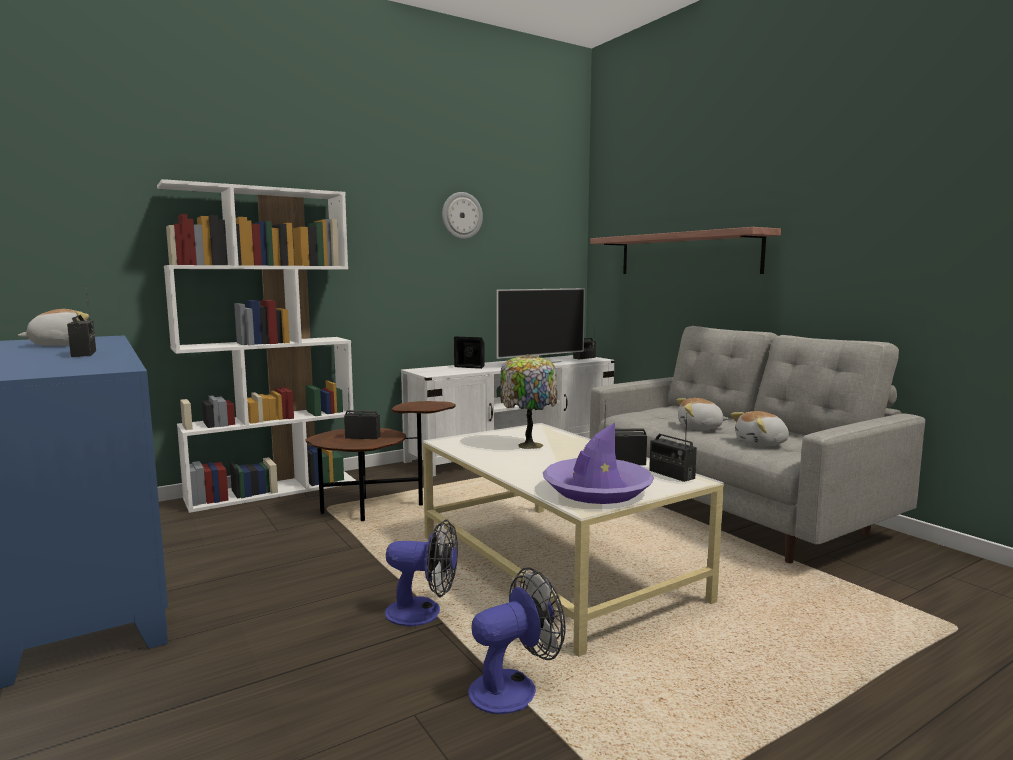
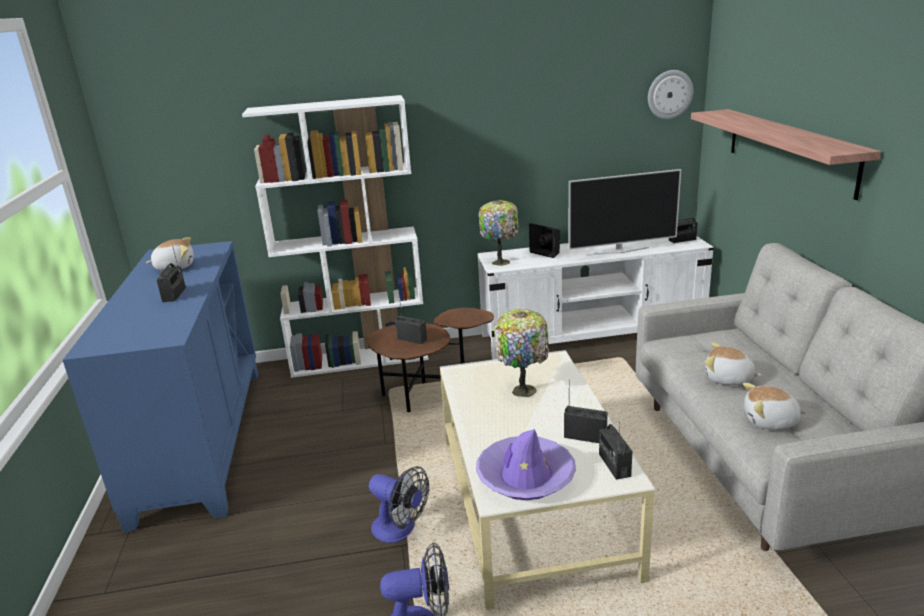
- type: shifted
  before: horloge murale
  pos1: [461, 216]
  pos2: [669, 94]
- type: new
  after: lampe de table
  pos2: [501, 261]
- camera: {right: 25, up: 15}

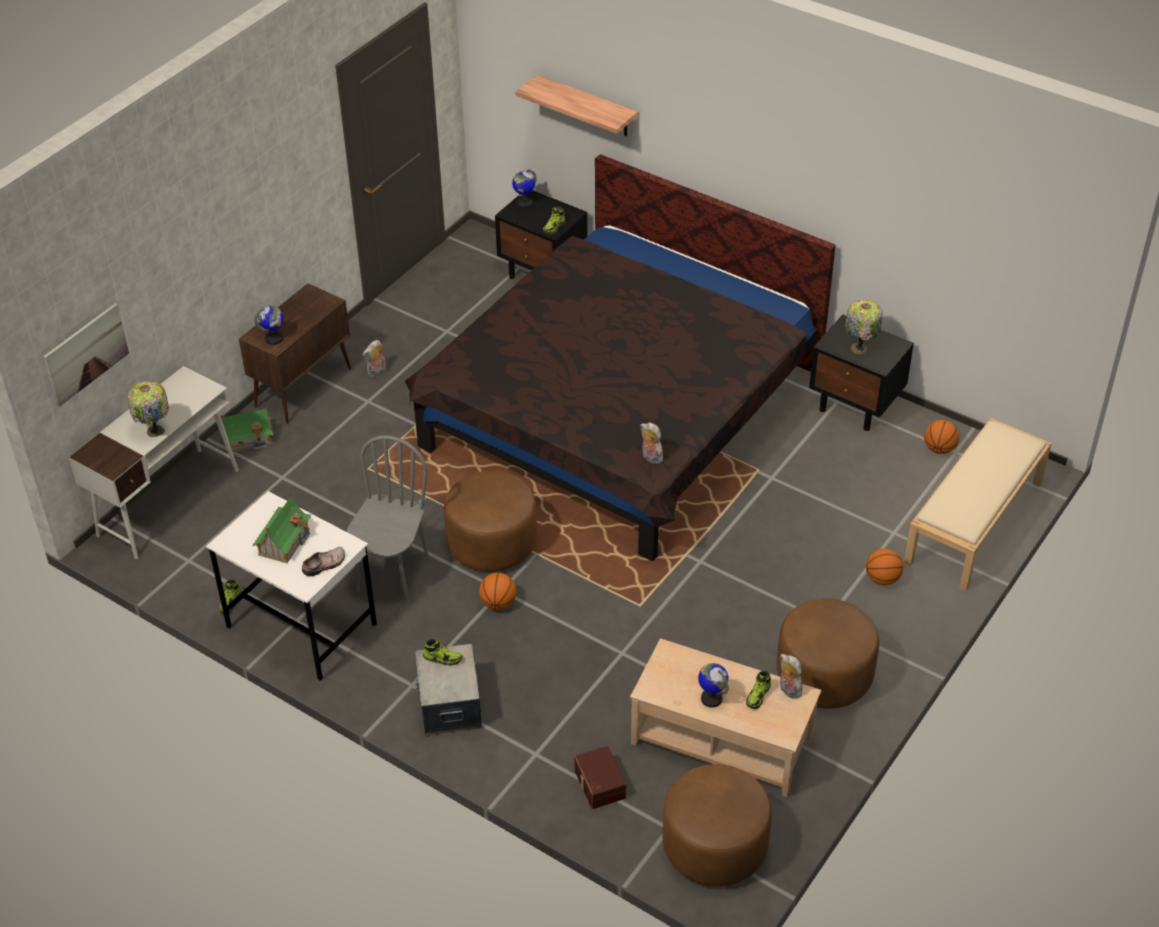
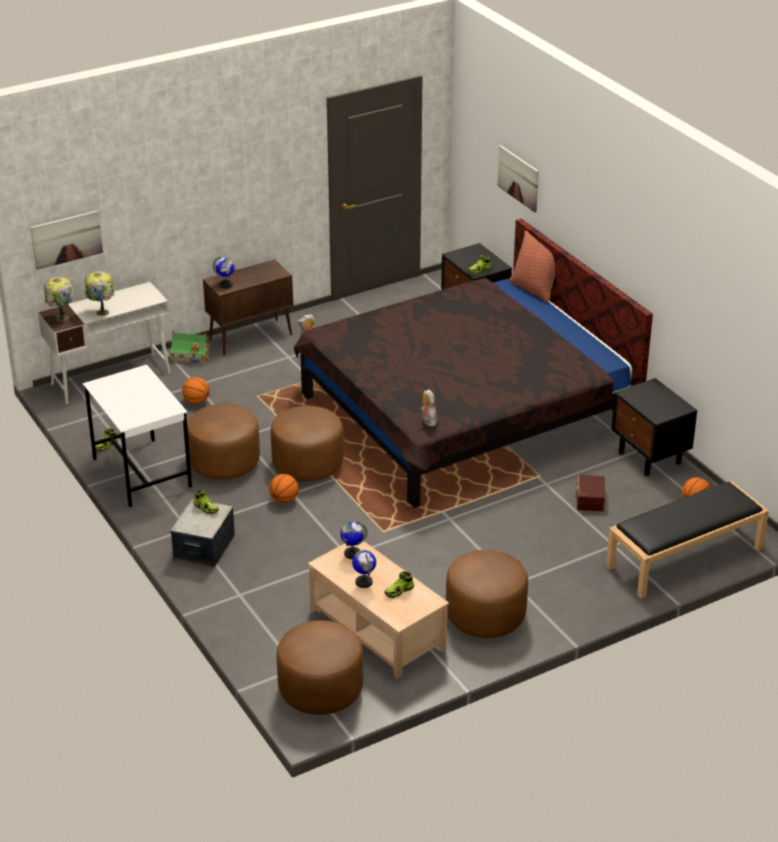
- type: swapped
  before: étagère
  after: tableau
  pos1: [586, 106]
  pos2: [518, 178]
- type: shifted
  before: globe
  pos1: [524, 203]
  pos2: [352, 553]
- type: shifted
  before: lampe de table
  pos1: [859, 349]
  pos2: [61, 318]
- type: repainted
  before: banc (beige)
  after: banc (noir)
  pos1: [974, 523]
  pos2: [684, 558]
- type: swapped
  before: chaise (gris)
  after: pouf (marron)
  pos1: [392, 575]
  pos2: [224, 462]
- type: gone
  before: maison miniature
  pos1: [284, 541]
- type: gone
  before: chaussure
  pos1: [325, 565]
- type: shifted
  before: ballon de basket
  pos1: [882, 579]
  pos2: [196, 402]
- type: gone
  before: peluche
  pos1: [788, 690]
- type: shifted
  before: boîte de rangement (marron)
  pos1: [598, 784]
  pos2: [589, 499]
- type: new
  after: coussin
  pos2: [535, 289]
- camera: {right: 25, up: -10}

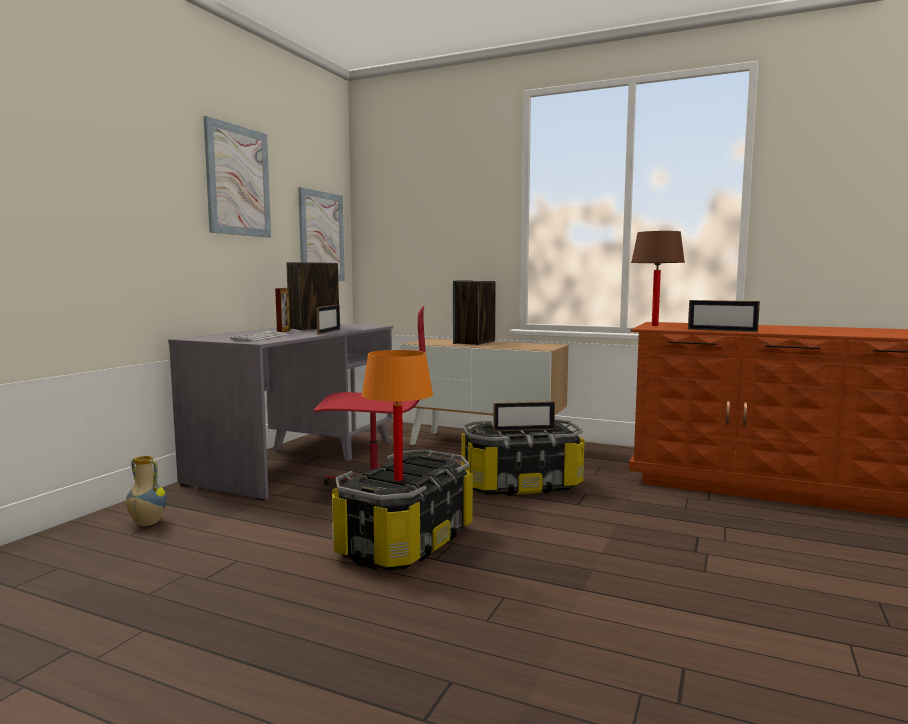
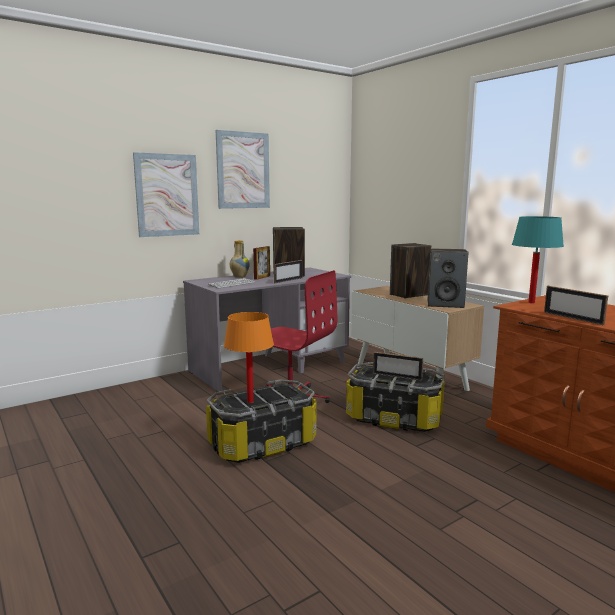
- type: shifted
  before: tableau
  pos1: [321, 237]
  pos2: [167, 195]
- type: repainted
  before: lampe de table (marron)
  after: lampe de table (turquoise)
  pos1: [654, 325]
  pos2: [531, 302]
- type: shifted
  before: vase
  pos1: [146, 523]
  pos2: [239, 277]
- type: new
  after: enceinte
  pos2: [445, 304]
- camera: {right: 30, up: 5}

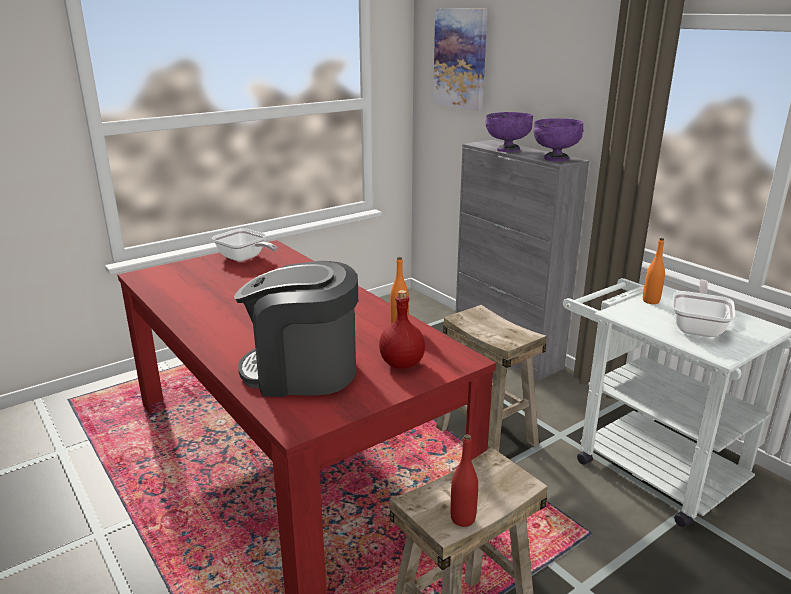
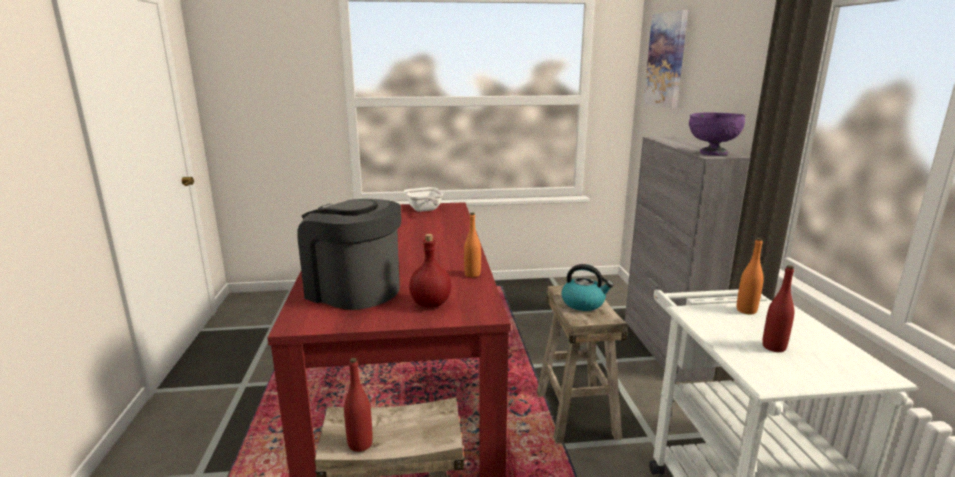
- type: gone
  before: bol (violet)
  pos1: [507, 150]
- type: swapped
  before: poêle
  after: bouteille (rouge)
  pos1: [698, 327]
  pos2: [773, 347]
- type: new
  after: bouilloire
  pos2: [583, 303]
- camera: {right: 30, up: -5}

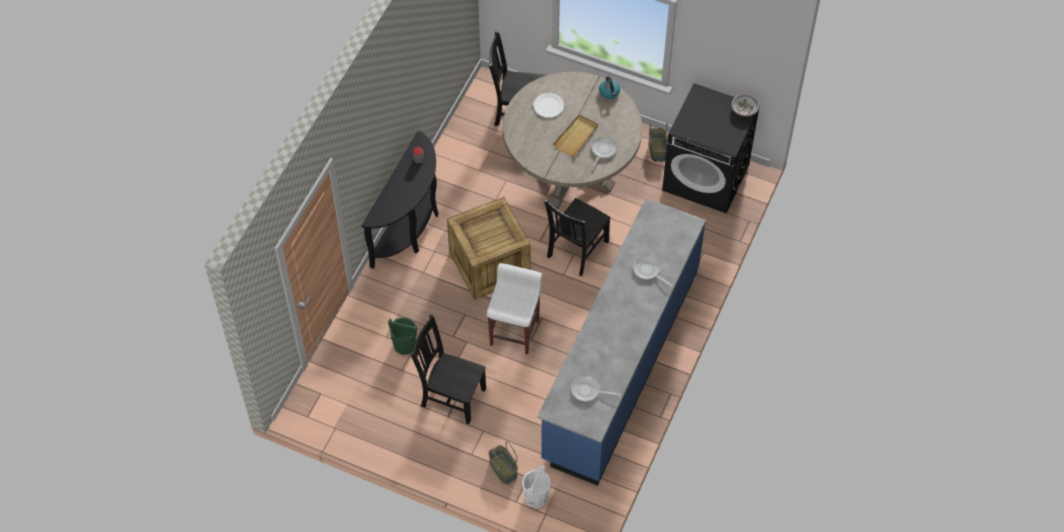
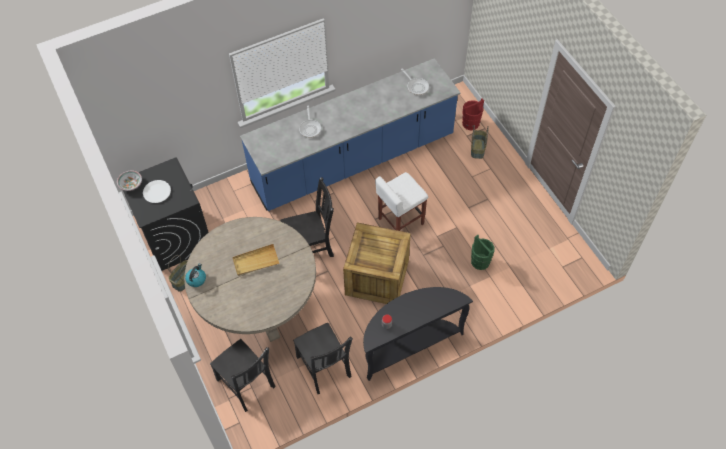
- type: shifted
  before: assiette (blanc)
  pos1: [548, 106]
  pos2: [157, 192]
- type: gone
  before: poêle
  pos1: [603, 150]
- type: shifted
  before: chaise (noir)
  pos1: [451, 396]
  pos2: [324, 368]
- type: repainted
  before: seau (blanc)
  after: seau (rouge)
  pos1: [536, 497]
  pos2: [471, 123]
- camera: {right: -140, up: 0}

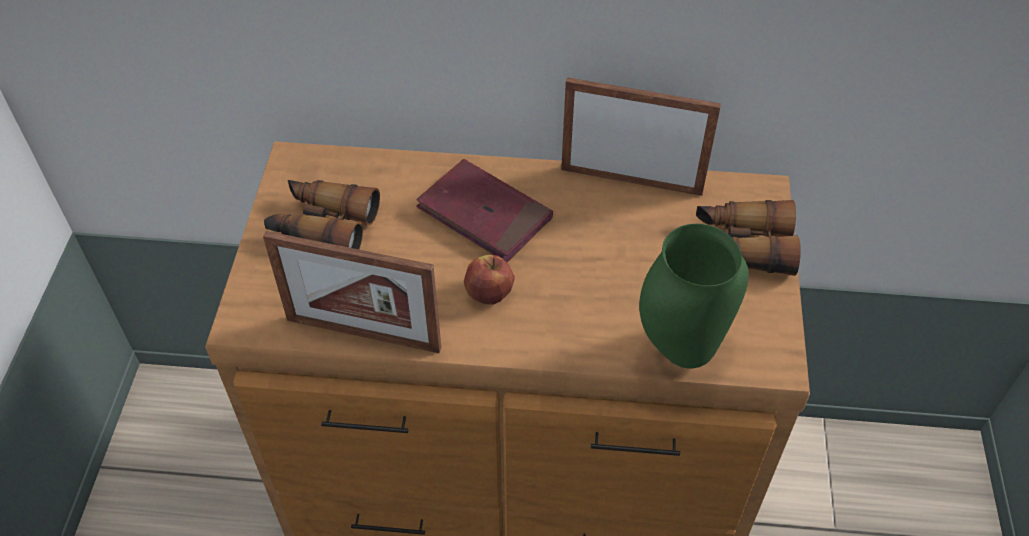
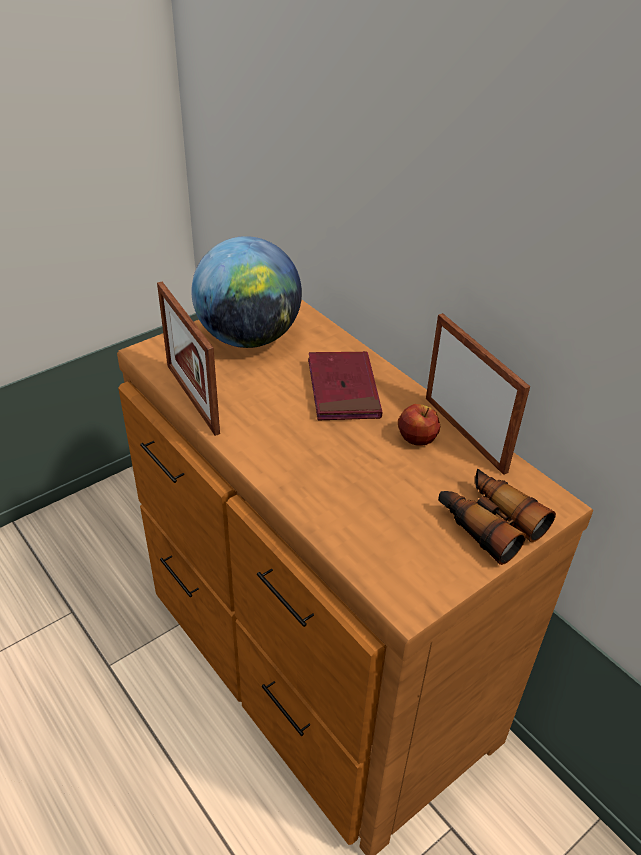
- type: swapped
  before: jumelles
  after: globe
  pos1: [323, 226]
  pos2: [248, 338]
- type: gone
  before: vase (vert)
  pos1: [679, 348]
- type: shifted
  before: pomme
  pos1: [488, 293]
  pos2: [416, 438]
- camera: {right: 45, up: -10}

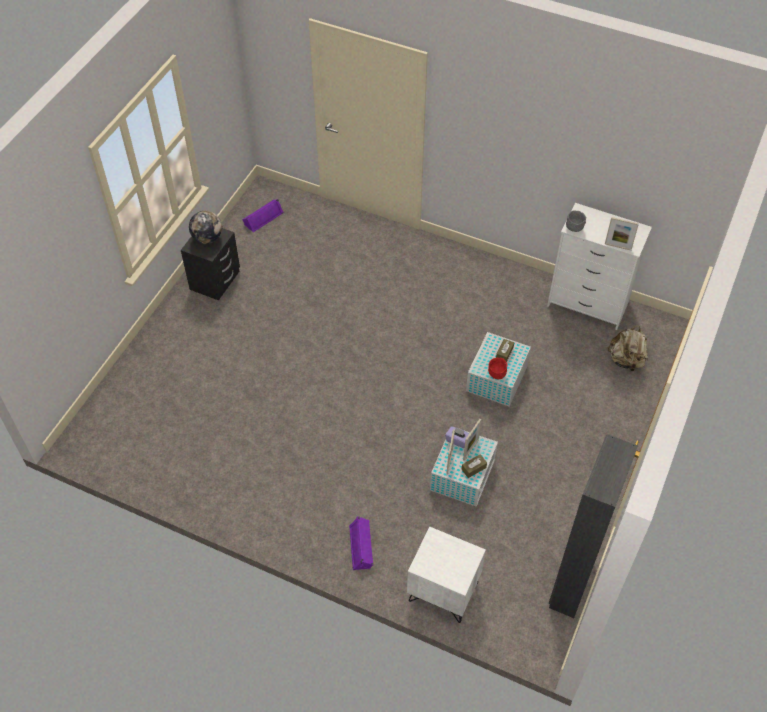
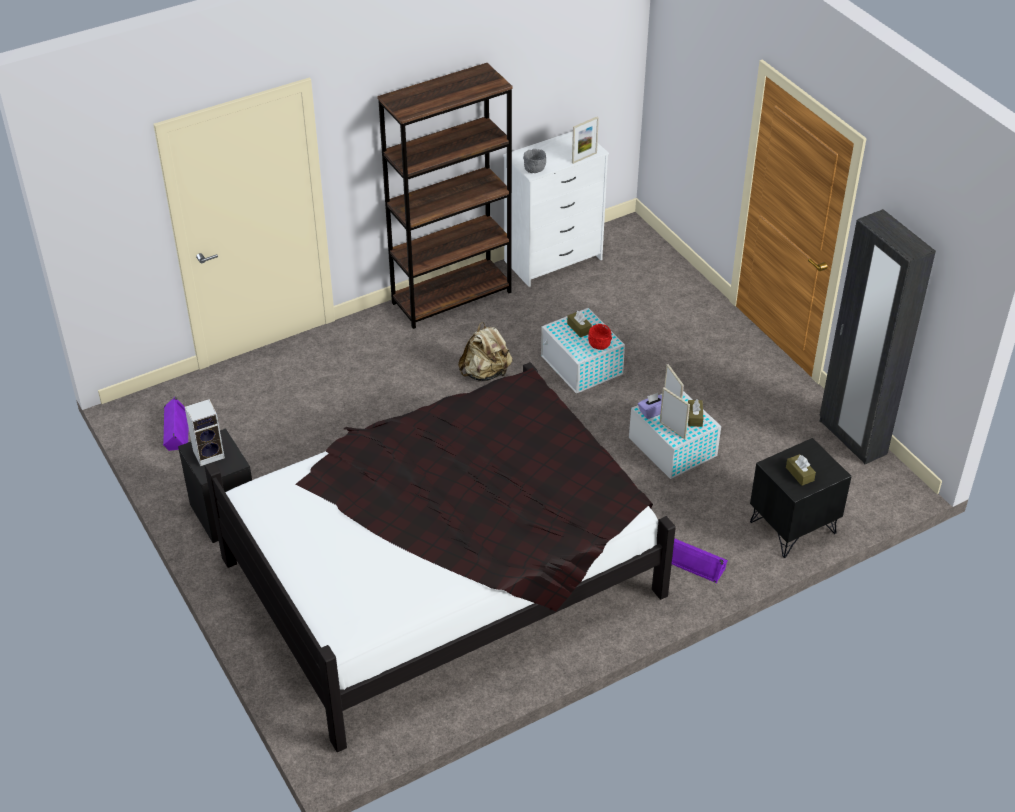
- type: swapped
  before: globe
  after: enceinte
  pos1: [207, 238]
  pos2: [209, 454]
- type: shifted
  before: sac à dos (beige)
  pos1: [626, 360]
  pos2: [486, 373]
- type: repainted
  before: table de chevet (blanc)
  after: table de chevet (noir)
  pos1: [443, 592]
  pos2: [793, 528]
- type: new
  after: bibliothèque (marron)
  pos2: [452, 297]
- type: new
  after: lit (noir)
  pos2: [444, 575]
- type: new
  after: boîte à mouchoirs (marron)
  pos2: [799, 474]
- camera: {right: -55, up: -10}

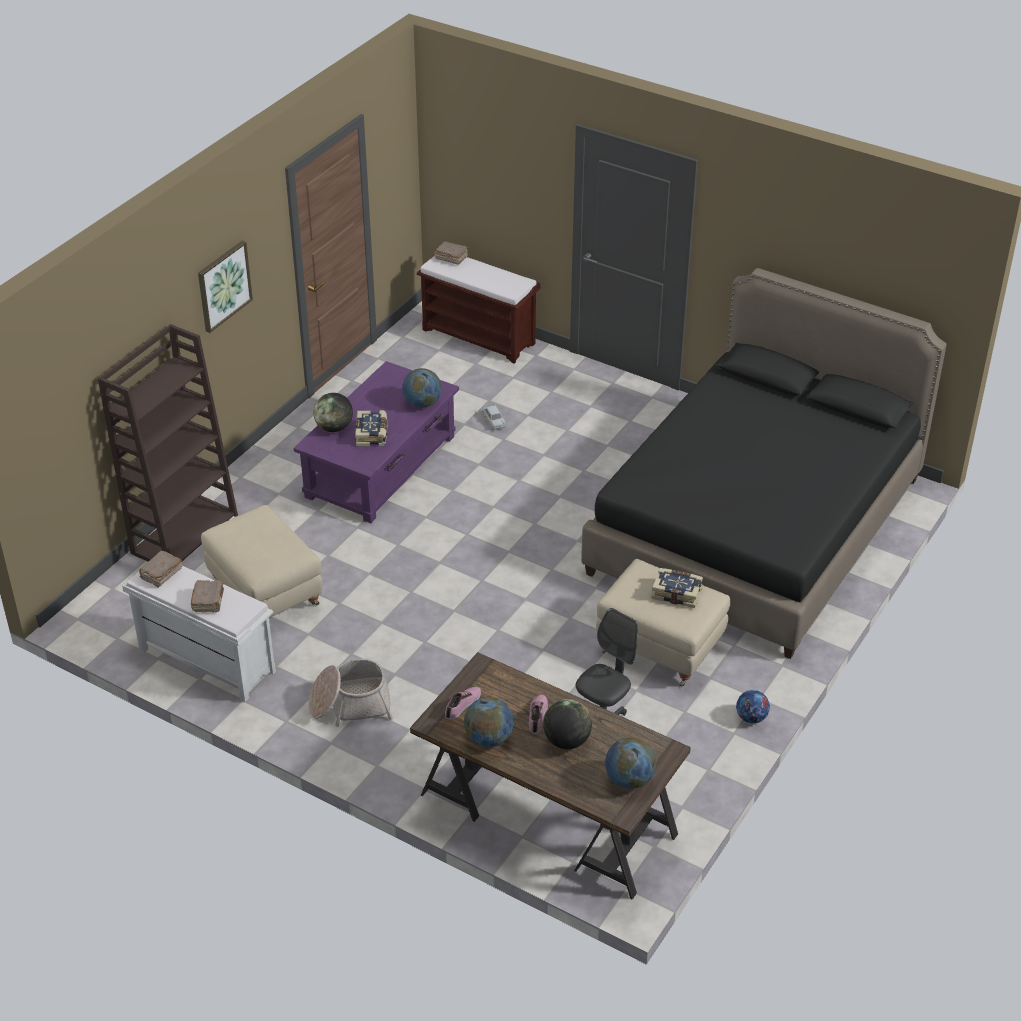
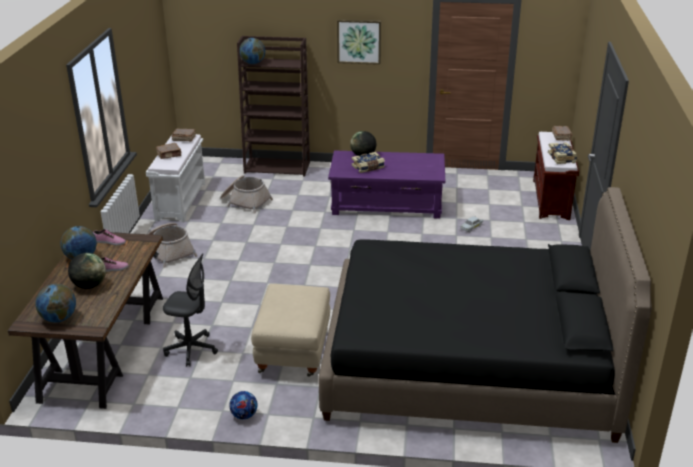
- type: shifted
  before: globe
  pos1: [422, 403]
  pos2: [253, 63]
- type: swapped
  before: pouf (beige)
  after: panier
  pos1: [264, 594]
  pos2: [245, 201]
- type: shifted
  before: livre
  pos1: [677, 593]
  pos2: [562, 158]
- camera: {right: 65, up: -10}

